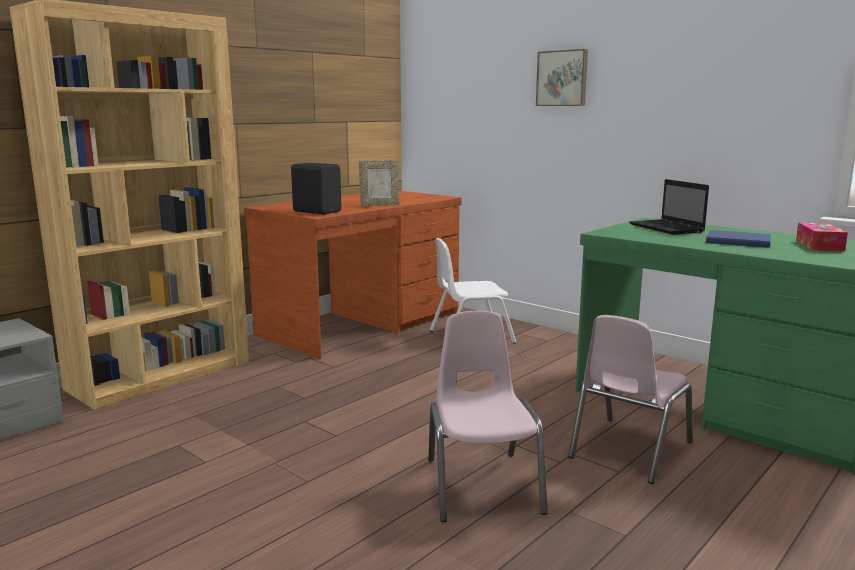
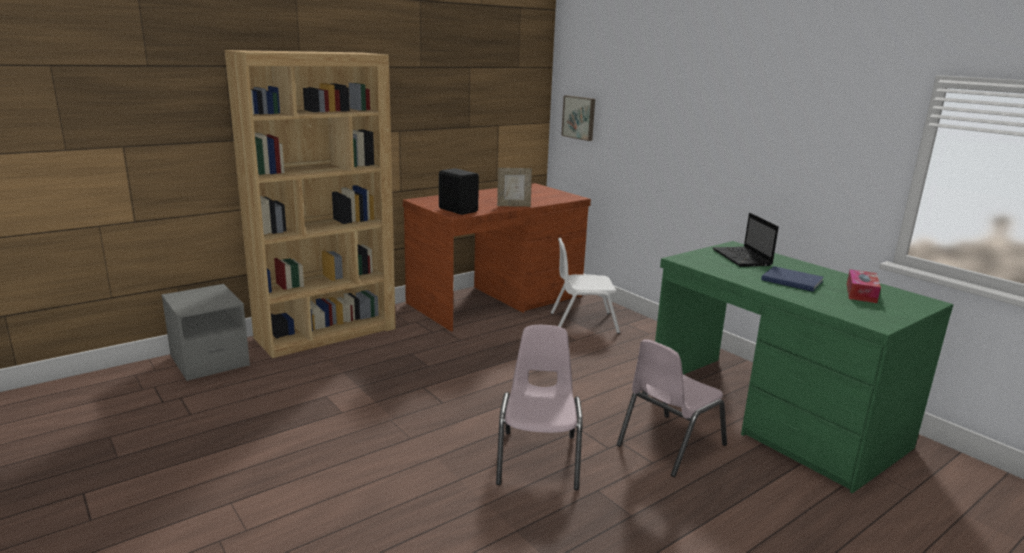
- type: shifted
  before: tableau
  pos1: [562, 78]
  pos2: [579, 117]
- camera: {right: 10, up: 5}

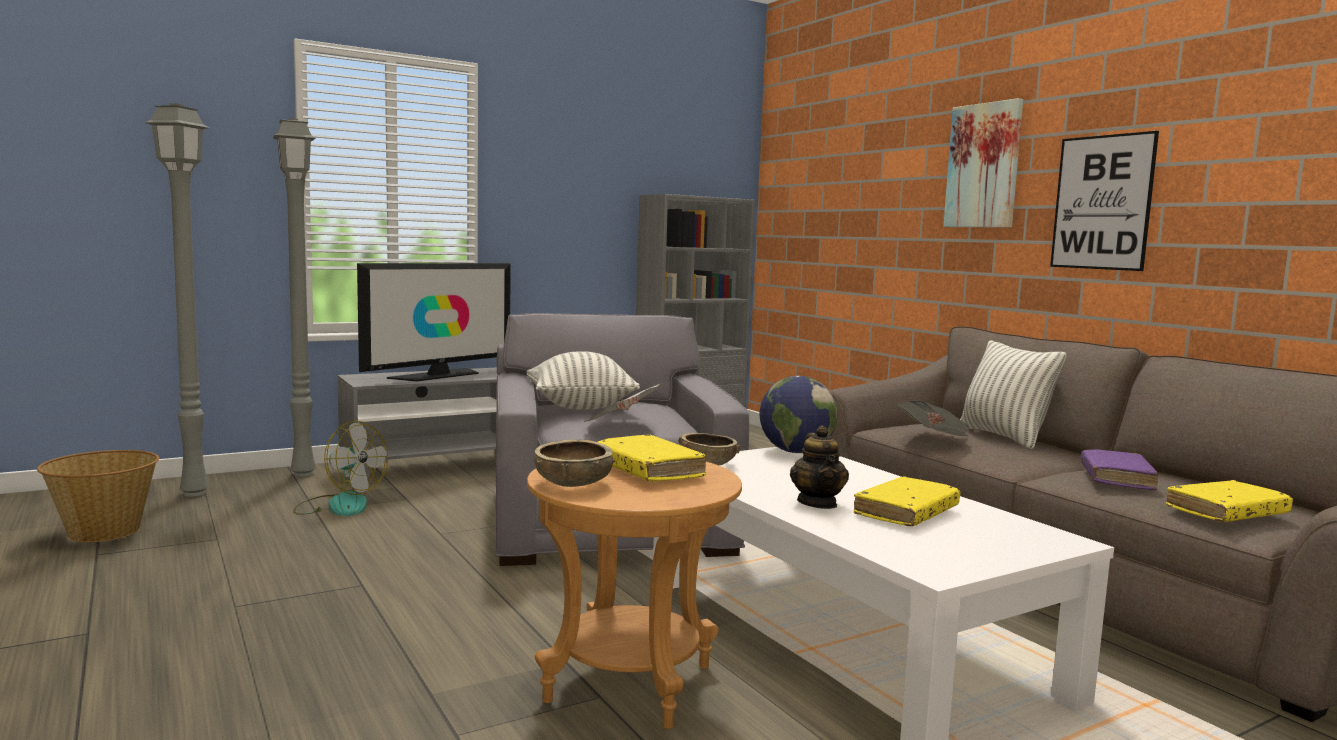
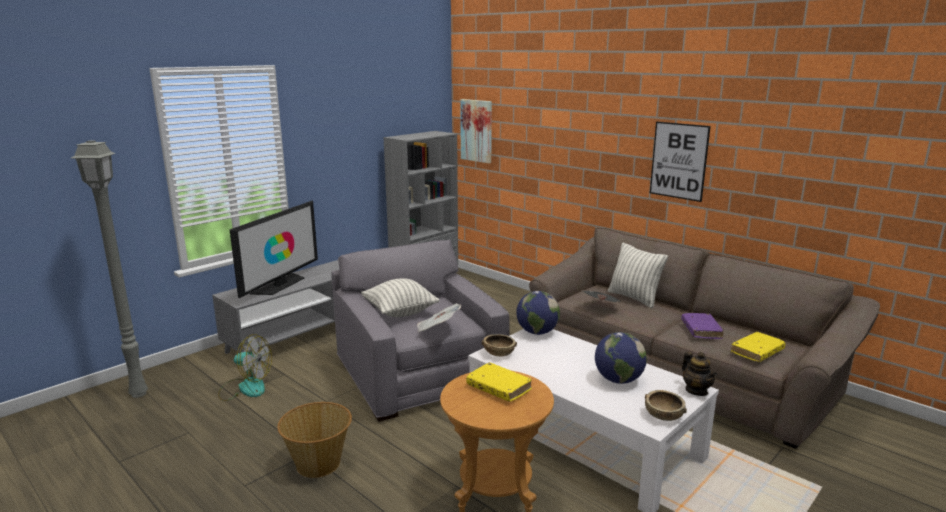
- type: shifted
  before: tableau
  pos1: [984, 166]
  pos2: [477, 130]
- type: gone
  before: lampadaire (gris)
  pos1: [304, 473]
- type: shifted
  before: théière
  pos1: [818, 503]
  pos2: [696, 391]
- type: shifted
  before: bol (marron)
  pos1: [573, 483]
  pos2: [663, 415]
- type: shifted
  before: panier
  pos1: [104, 532]
  pos2: [318, 464]
- type: swapped
  before: livre (jaune)
  after: globe
  pos1: [906, 513]
  pos2: [618, 380]
- camera: {right: -15, up: 10}

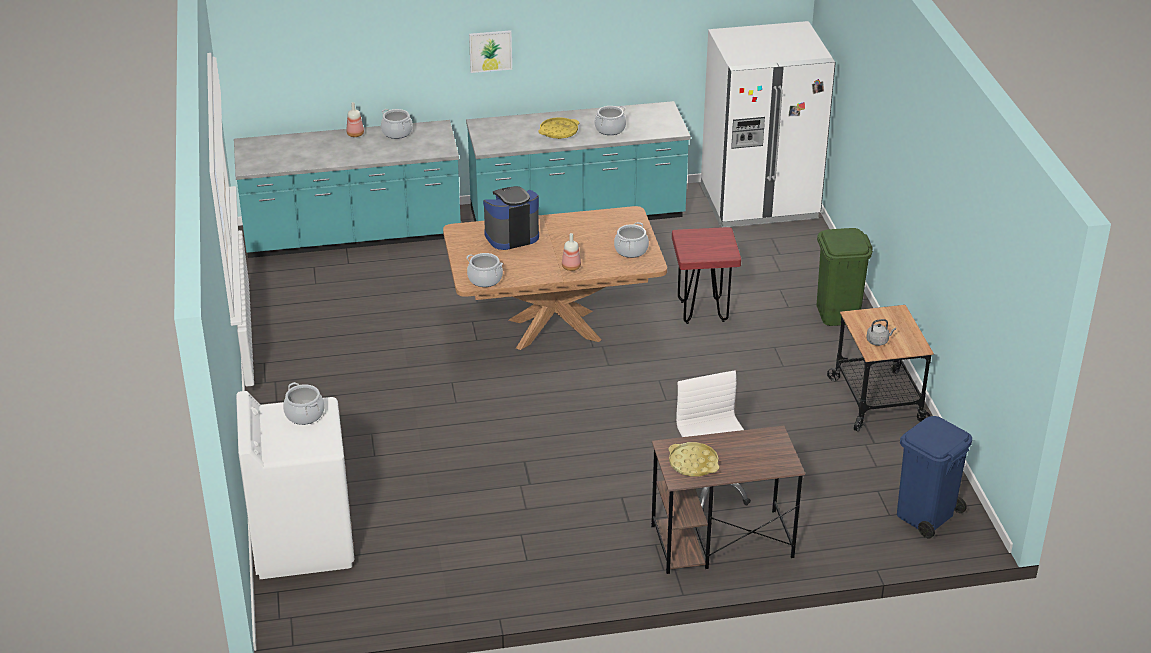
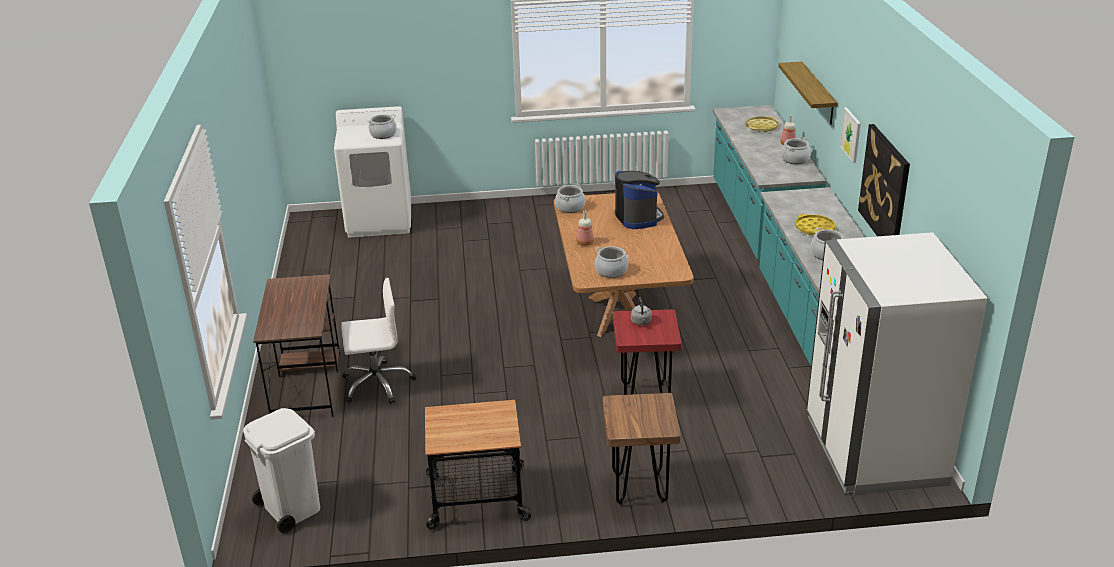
- type: swapped
  before: poubelle (vert)
  after: tabouret (marron)
  pos1: [838, 314]
  pos2: [639, 488]
- type: shifted
  before: bouilloire (gris)
  pos1: [878, 341]
  pos2: [641, 322]
- type: repainted
  before: poubelle (bleu)
  after: poubelle (blanc)
  pos1: [925, 515]
  pos2: [291, 508]
- type: shifted
  before: plateau (jaune)
  pos1: [693, 463]
  pos2: [762, 127]
- type: new
  after: étagère
  pos2: [817, 93]
- type: new
  after: tableau
  pos2: [885, 188]
- camera: {right: 95, up: -5}

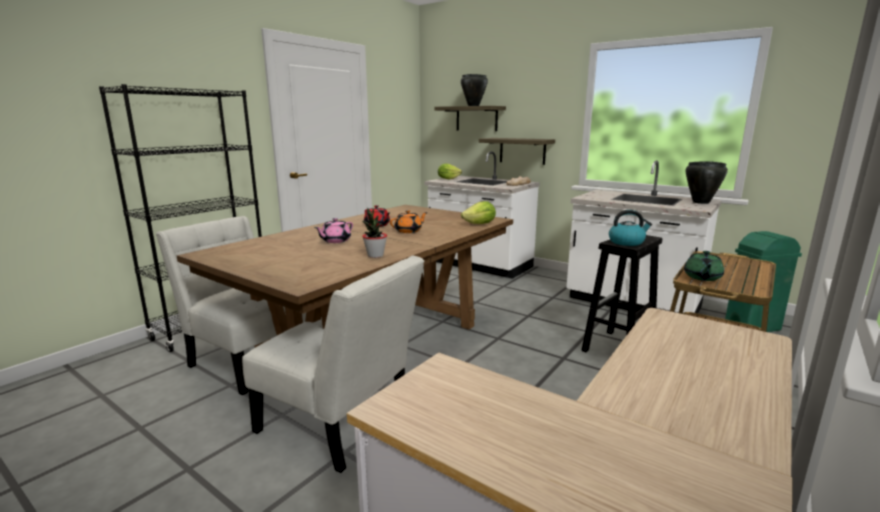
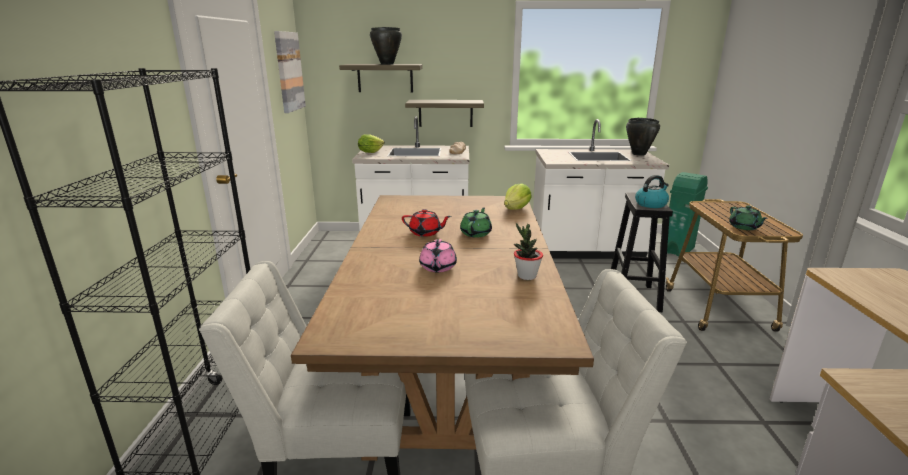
- type: repainted
  before: théière (orange)
  after: théière (vert)
  pos1: [409, 231]
  pos2: [476, 233]
- type: new
  after: tableau
  pos2: [288, 71]
- camera: {right: -35, up: 5}

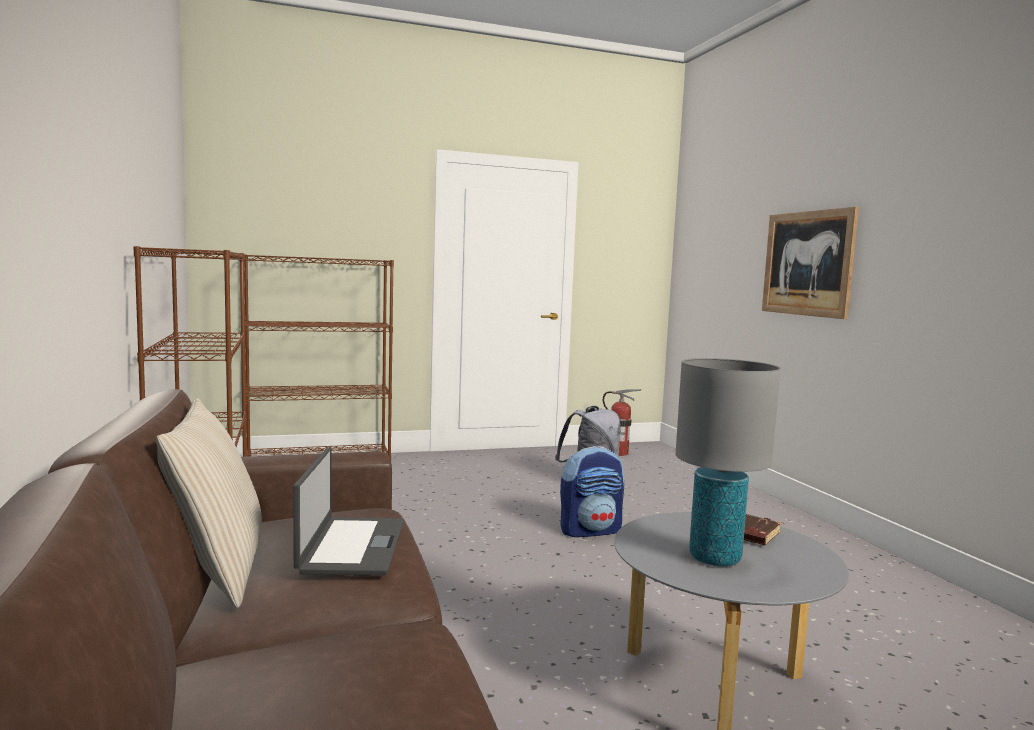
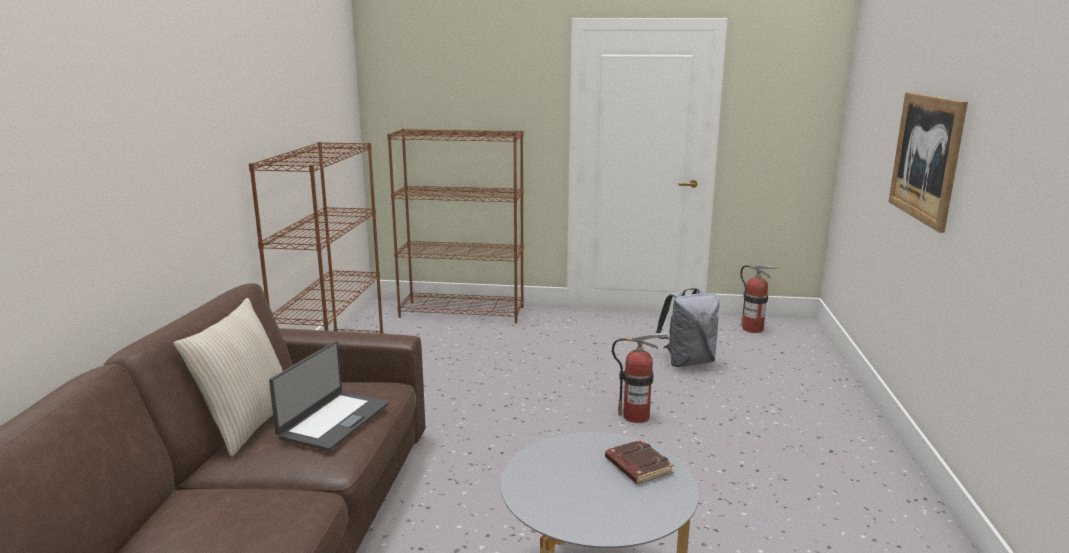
- type: gone
  before: lampe de table (gris)
  pos1: [715, 558]
- type: swapped
  before: sac à dos
  after: extincteur
  pos1: [590, 531]
  pos2: [636, 416]
- camera: {right: 25, up: 10}

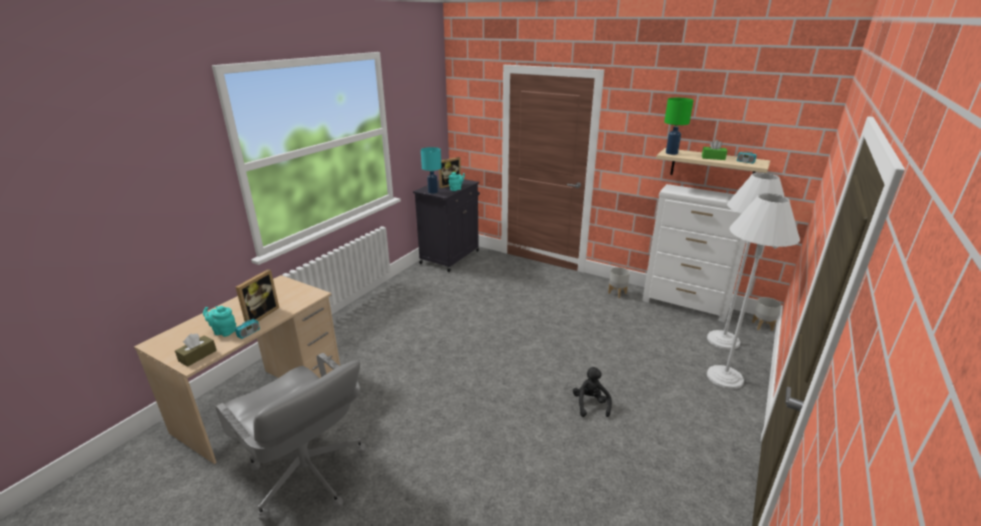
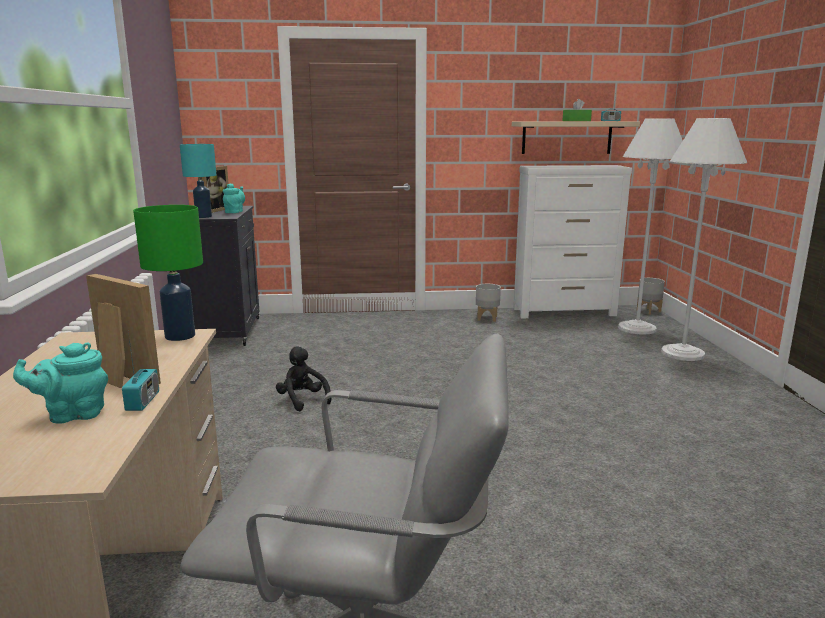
- type: shifted
  before: lampe de table (vert)
  pos1: [672, 153]
  pos2: [181, 336]
- type: rotated
  before: cadre photo
  pos1: [259, 315]
  pos2: [119, 378]
  turn: -45
- type: gone
  before: boîte à mouchoirs (marron)
  pos1: [197, 356]
- type: shifted
  before: peluche (noir)
  pos1: [590, 404]
  pos2: [302, 400]
- camera: {right: -35, up: -10}

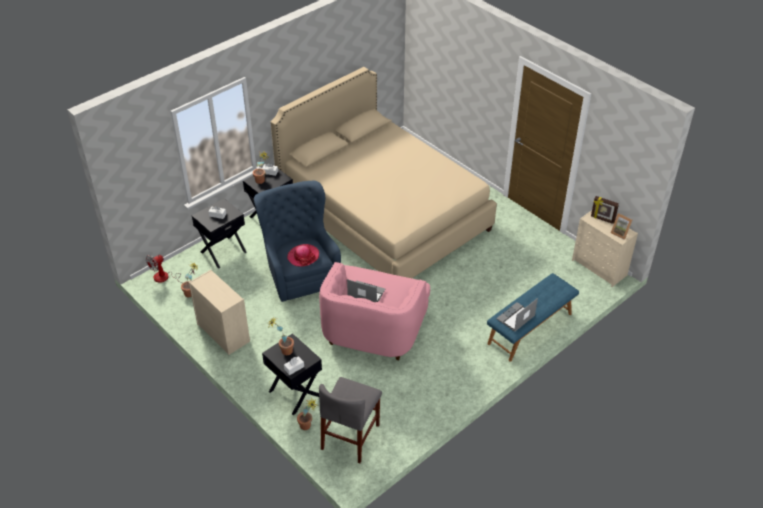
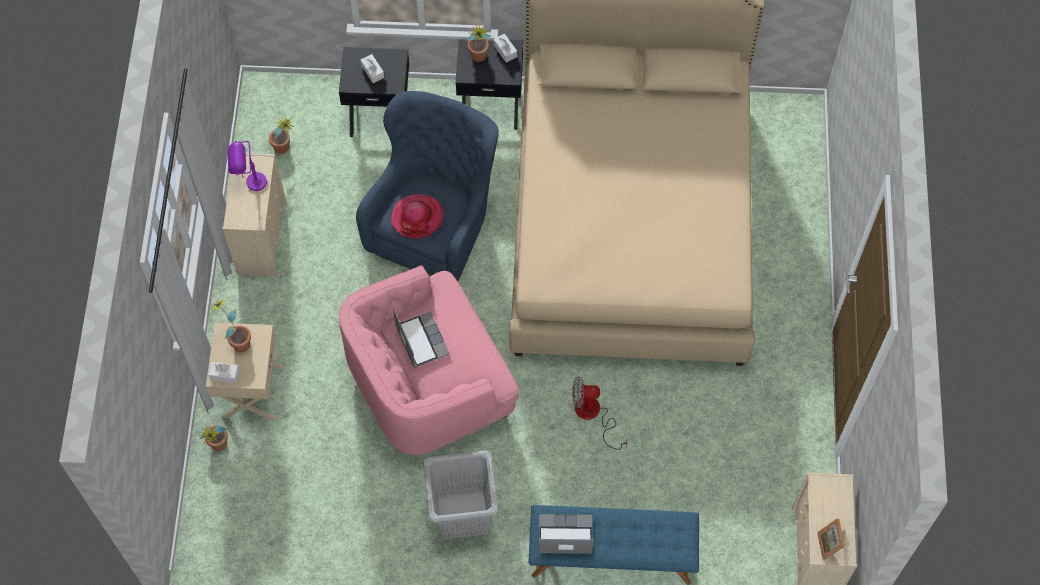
- type: gone
  before: cadre photo
  pos1: [602, 219]
- type: shifted
  before: ventilateur
  pos1: [166, 278]
  pos2: [593, 415]
- type: repainted
  before: table de chevet (noir)
  after: table de chevet (beige)
  pos1: [294, 393]
  pos2: [251, 391]
- type: gone
  before: chaise (gris)
  pos1: [350, 437]
- type: new
  after: lampe de table (violet)
  pos2: [249, 183]
- type: new
  after: panier à linge (gris)
  pos2: [463, 514]
- camera: {right: 45, up: 20}

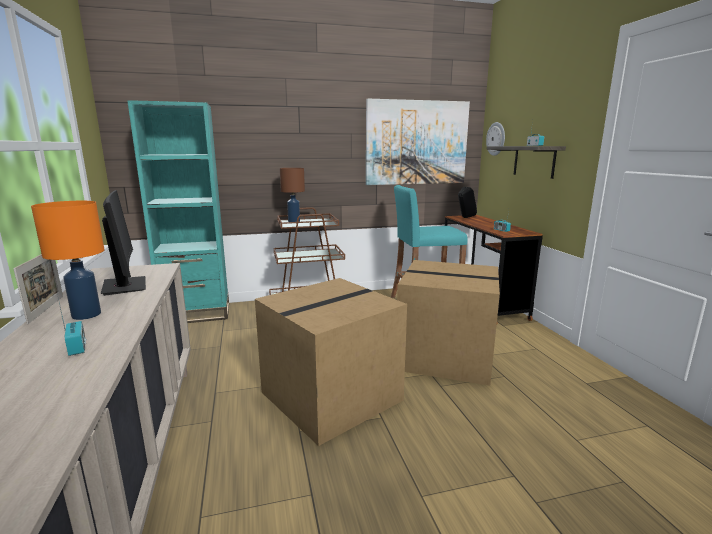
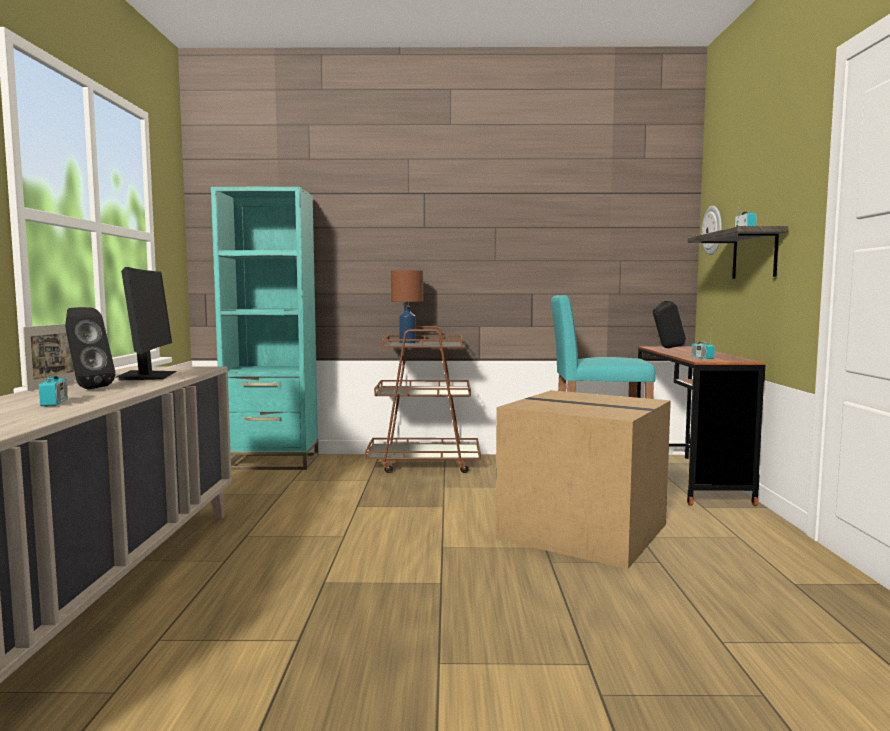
- type: gone
  before: tableau
  pos1: [416, 143]
- type: swapped
  before: lampe de table (orange)
  after: enceinte (noir)
  pos1: [86, 314]
  pos2: [87, 388]
- type: gone
  before: carton
  pos1: [331, 394]
- camera: {right: 15, up: -10}

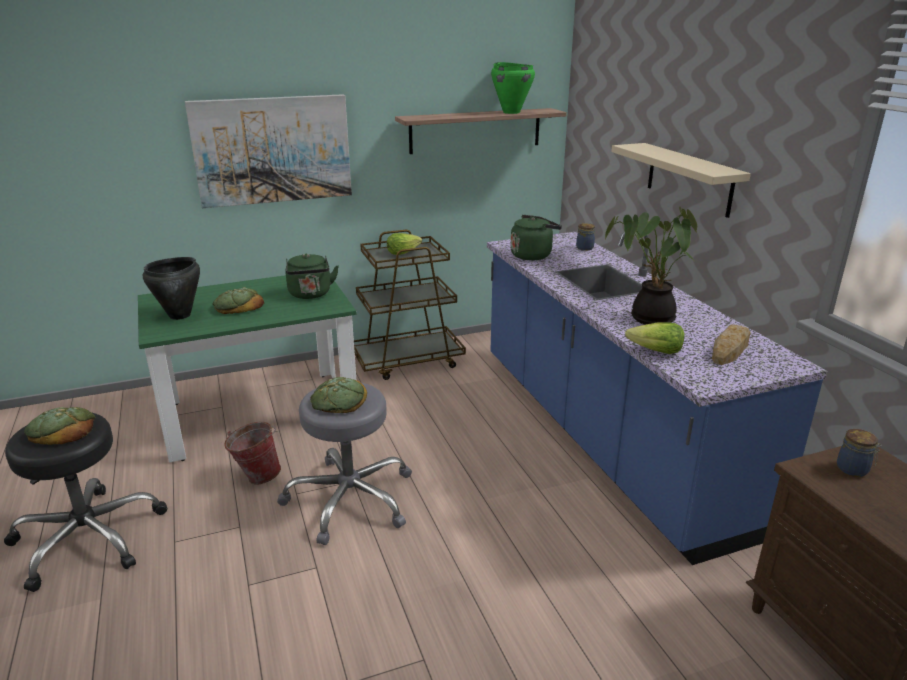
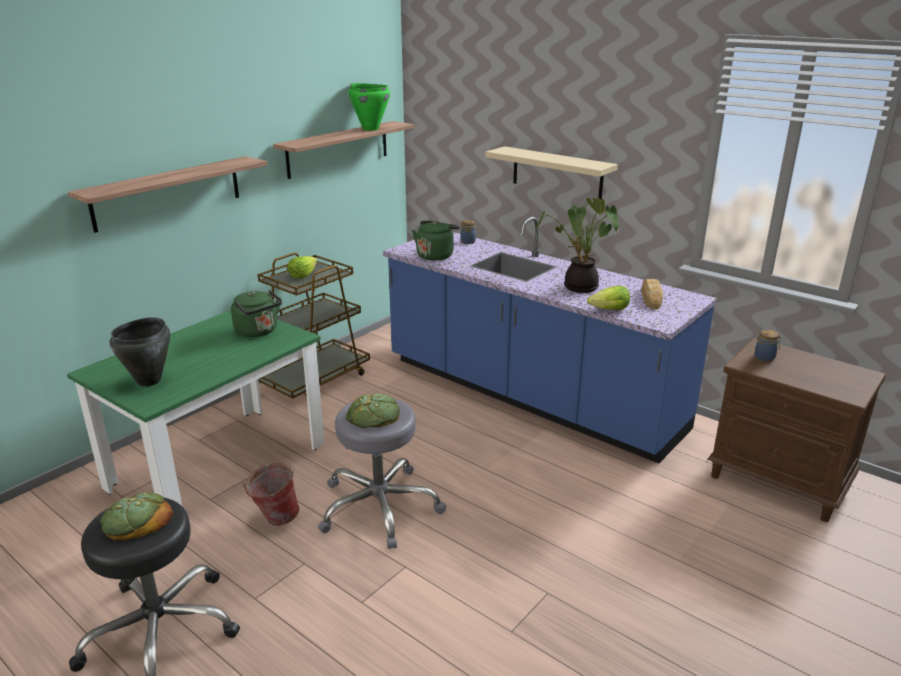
- type: swapped
  before: tableau
  after: étagère
  pos1: [273, 150]
  pos2: [168, 193]
- type: gone
  before: pain
  pos1: [238, 306]
- camera: {right: -30, up: 0}

